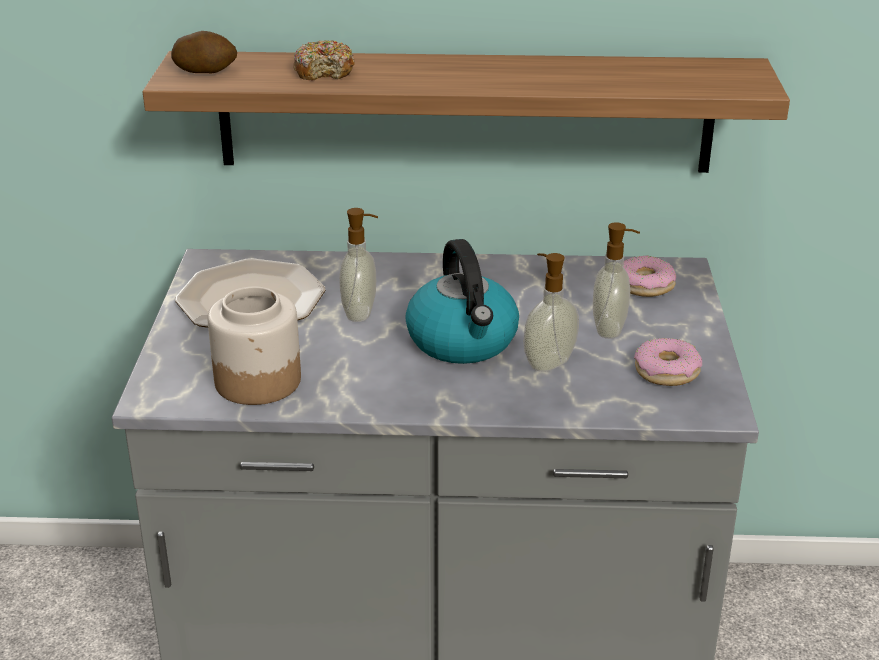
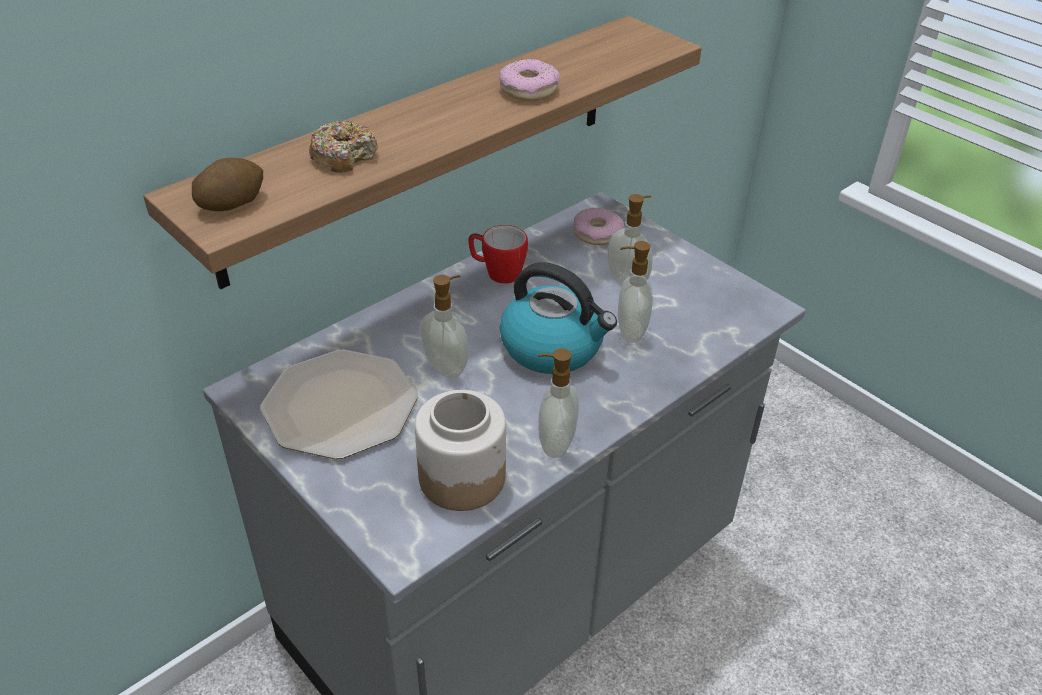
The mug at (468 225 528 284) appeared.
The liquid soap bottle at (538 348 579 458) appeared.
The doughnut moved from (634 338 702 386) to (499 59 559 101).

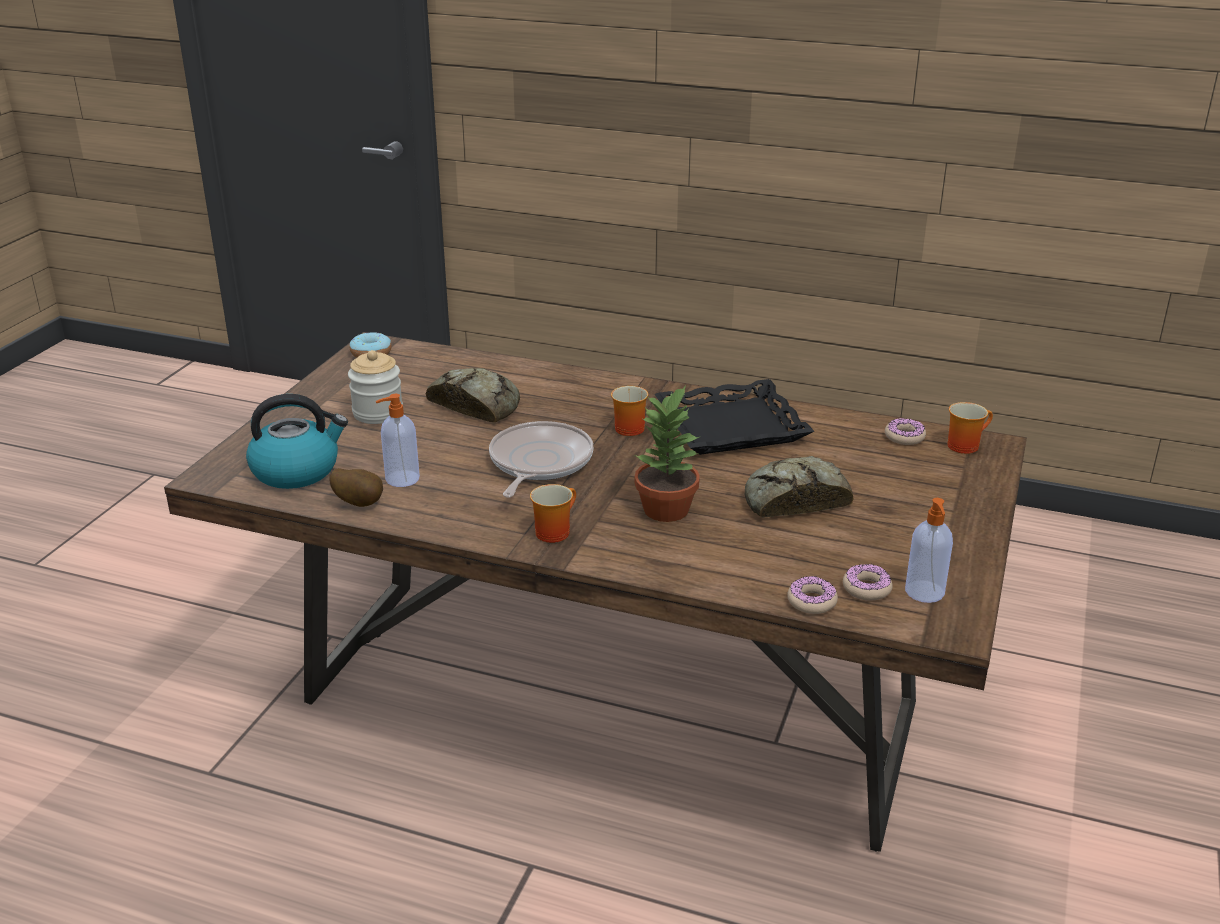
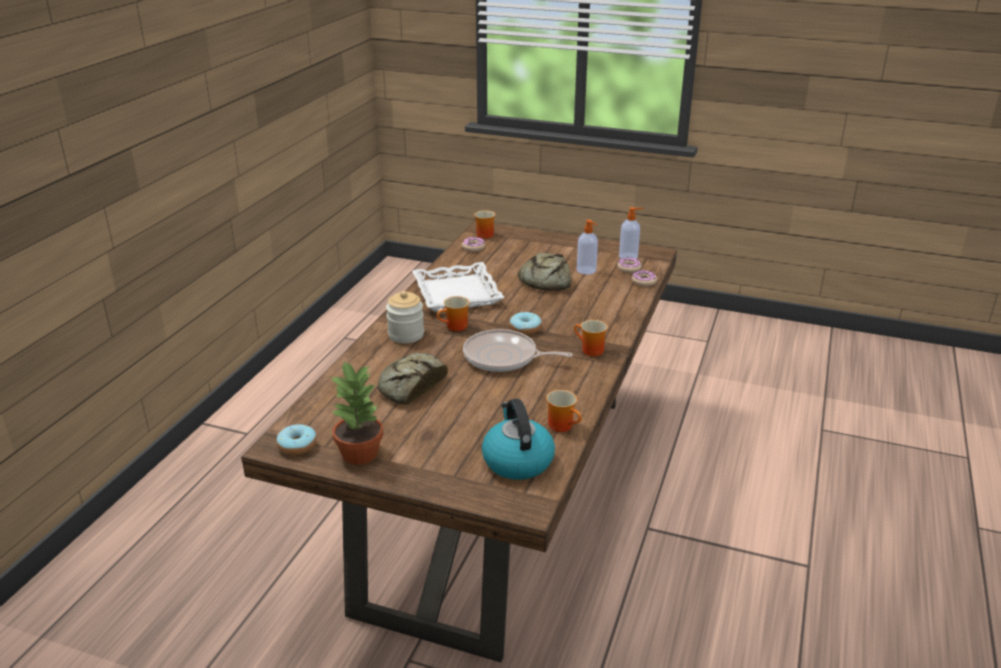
The doughnut at (510 312 542 335) appeared.
The jar moved from (348 350 403 424) to (386 291 424 343).
The liquid soap bottle moved from (376 394 420 487) to (577 220 598 274).
The plant in a pot moved from (634 385 700 522) to (331 361 383 465).
The spud at (329 468 383 507) was replaced by the mug at (546 390 582 432).
The carrying tray (black) at (655 379 814 455) became the carrying tray (white-coloured) at (412 262 504 312).

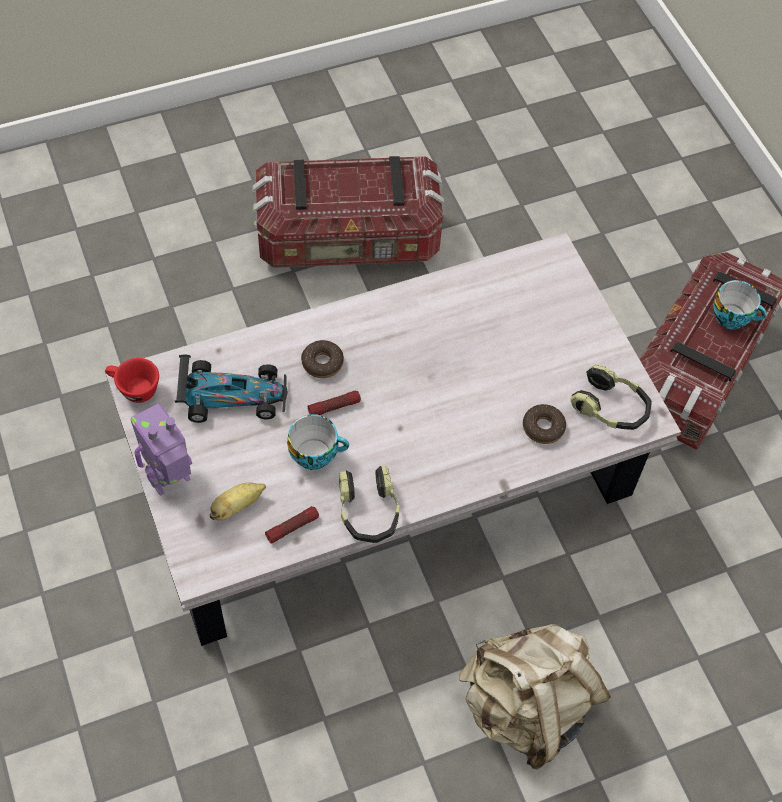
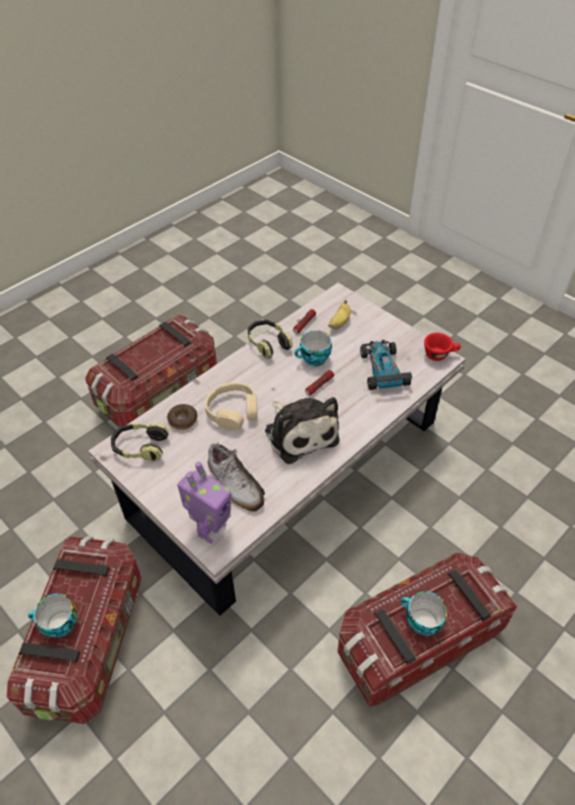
The doughnut at (301 340 344 378) disappeared.
The headphones (beige) at (205 382 257 431) appeared.
The shoe at (207 442 265 511) appeared.
The soft toy at (265 397 339 464) appeared.
The cup at (401 591 447 635) appeared.
The model robot moved from (131 404 192 496) to (177 462 231 544).
The backpack (beige) at (459 624 611 769) was replaced by the storage box at (85 315 217 428).
The toy car at (175 354 288 423) turned 105 degrees clockwise.

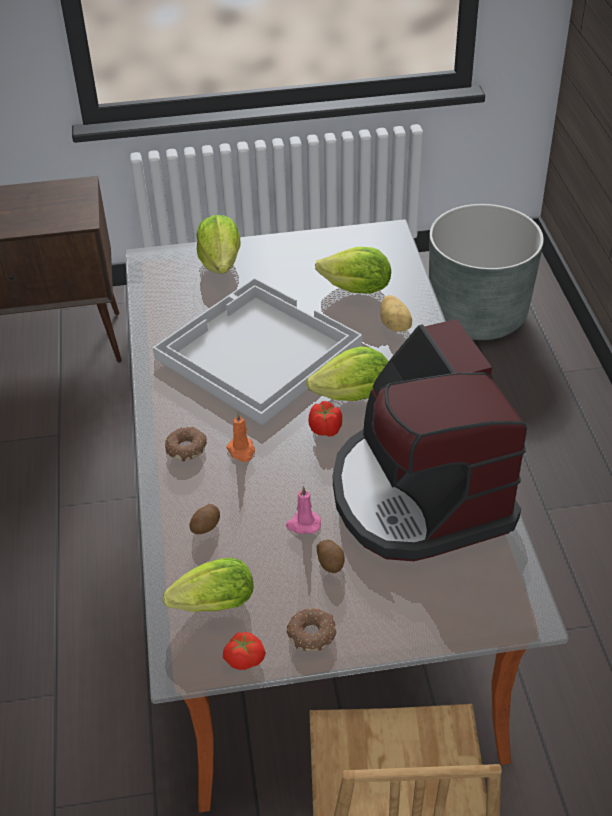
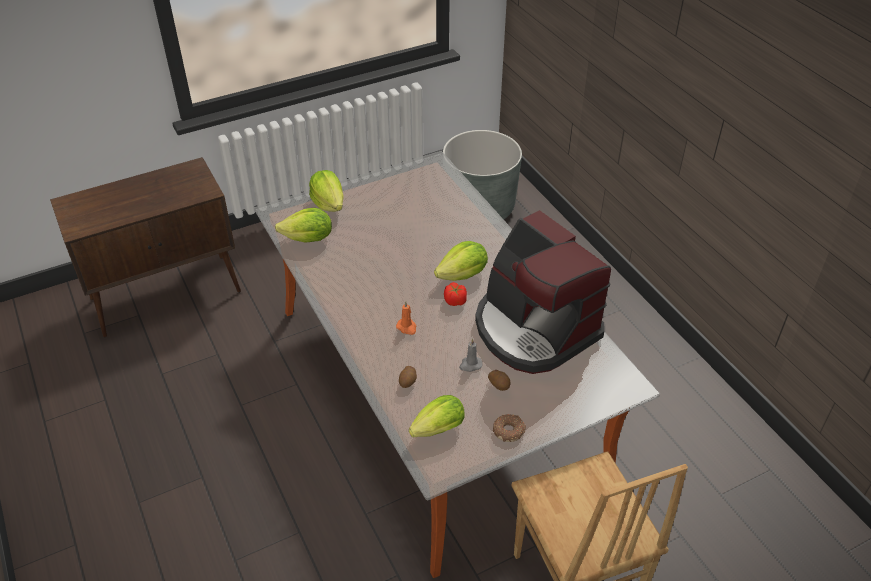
The carrying tray (white-coloured) at (153 277 362 425) disappeared.
The doughnut at (165 427 207 461) disappeared.
The tomato at (223 632 266 670) disappeared.
The spud at (380 295 412 332) disappeared.
The lettuce moved from (315 247 391 294) to (275 208 332 243).
The candle (pink) at (286 486 321 534) became the candle (grey) at (459 338 482 372).

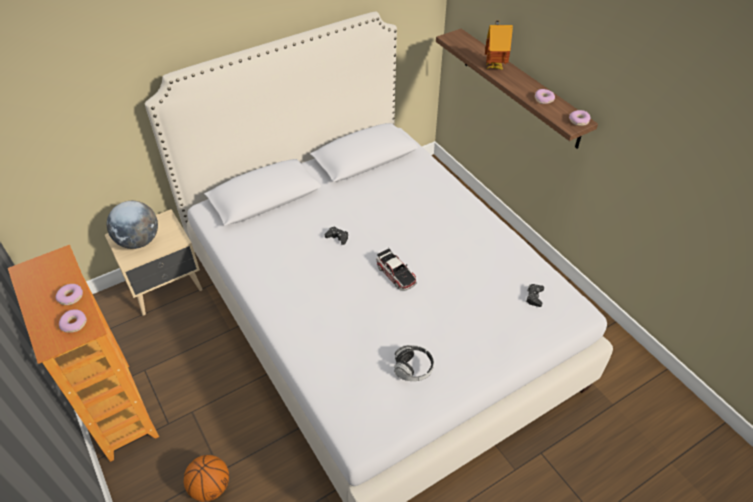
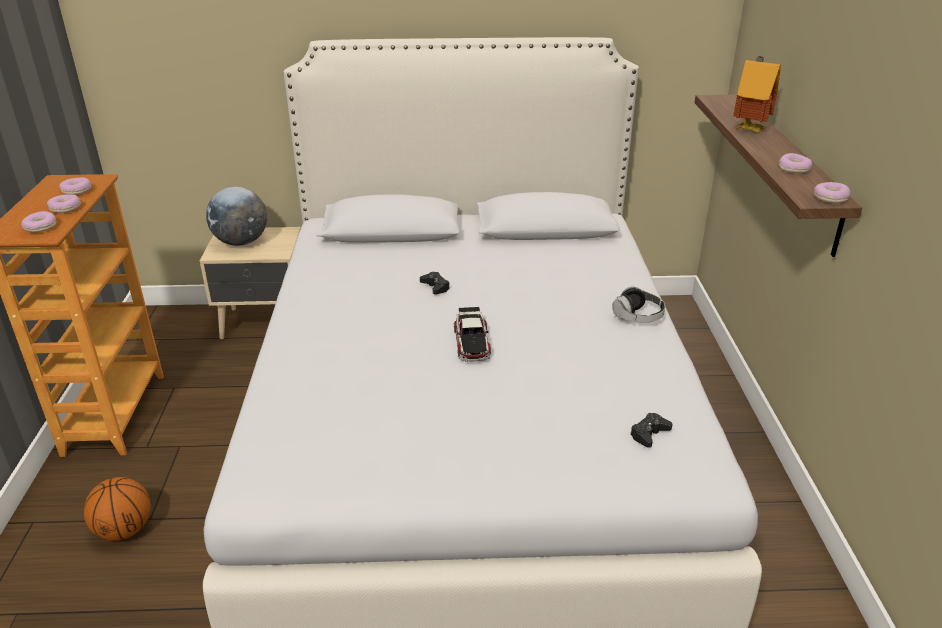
The doughnut at (59 178 91 195) appeared.
The headphones moved from (394 345 434 381) to (612 287 665 323).

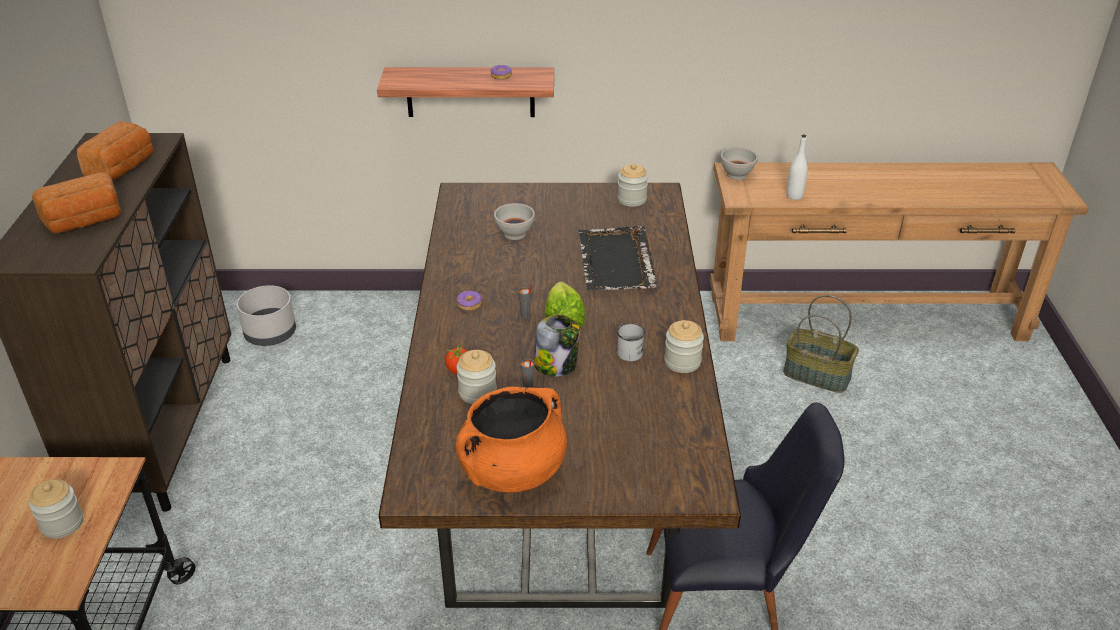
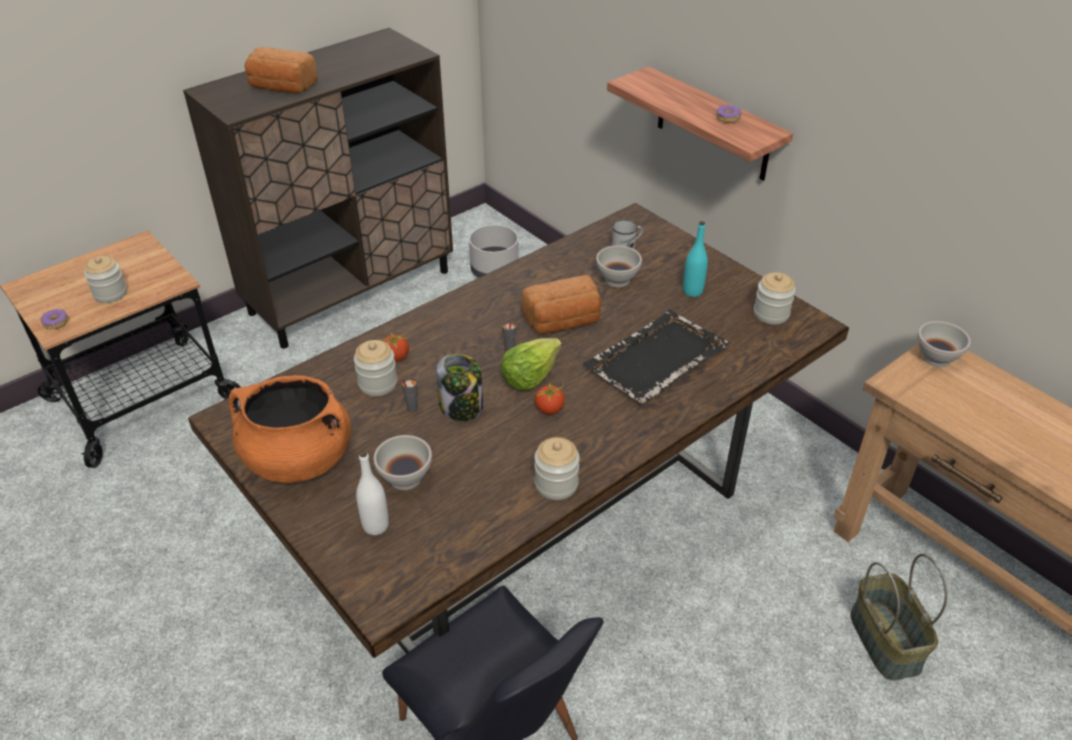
The serving bowl (white-coloured) at (374 435 432 490) appeared.
The tomato at (535 382 566 415) appeared.
The bottle (blue-green) at (683 221 708 297) appeared.
The bakery bread moved from (77 121 154 180) to (521 275 602 334).
The doughnut moved from (457 291 482 311) to (41 309 68 329).
The mug (white-coloured) moved from (617 323 645 361) to (612 220 643 249).
The bottle (white-coloured) moved from (786 135 808 200) to (356 451 389 535).

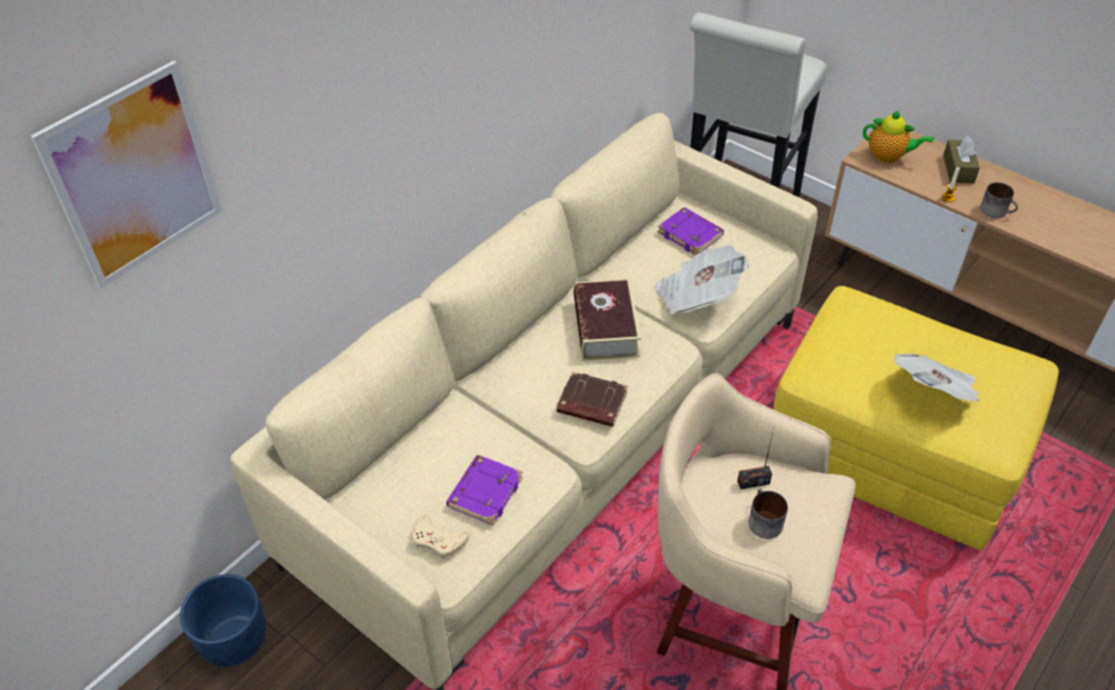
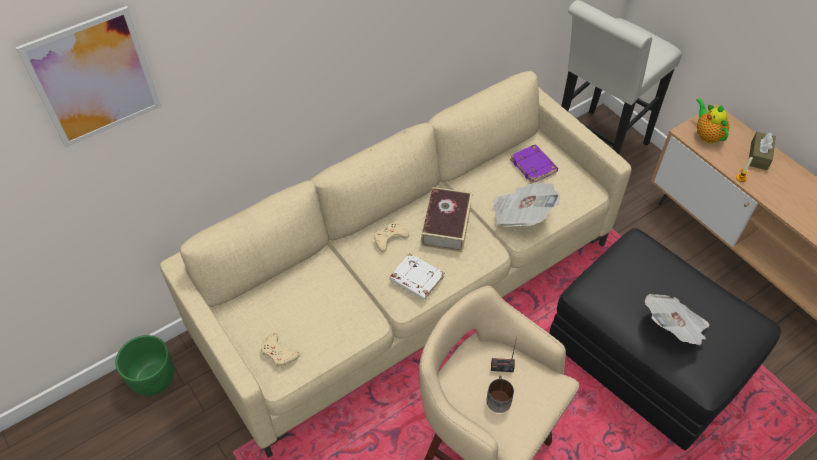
The bound book (purplish) at (446 455 523 526) disappeared.
The mug at (980 182 1018 218) disappeared.
The gamepad (beige) at (374 223 409 252) appeared.
The plant pot (blue-coloured) at (180 574 266 667) became the plant pot (green) at (115 335 175 396).
The bound book (brown) at (557 372 628 427) became the bound book (white-coloured) at (390 253 444 300).
The footrest (yellowish) at (774 286 1059 551) became the footrest (black) at (549 228 781 450).
The tea pot at (863 111 934 163) turned 150 degrees counterclockwise.

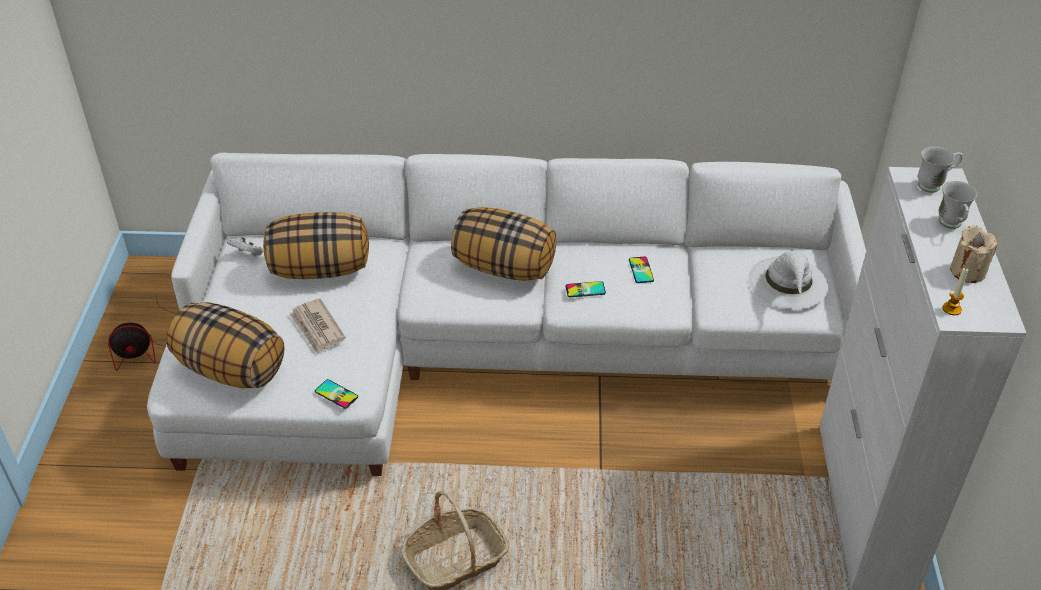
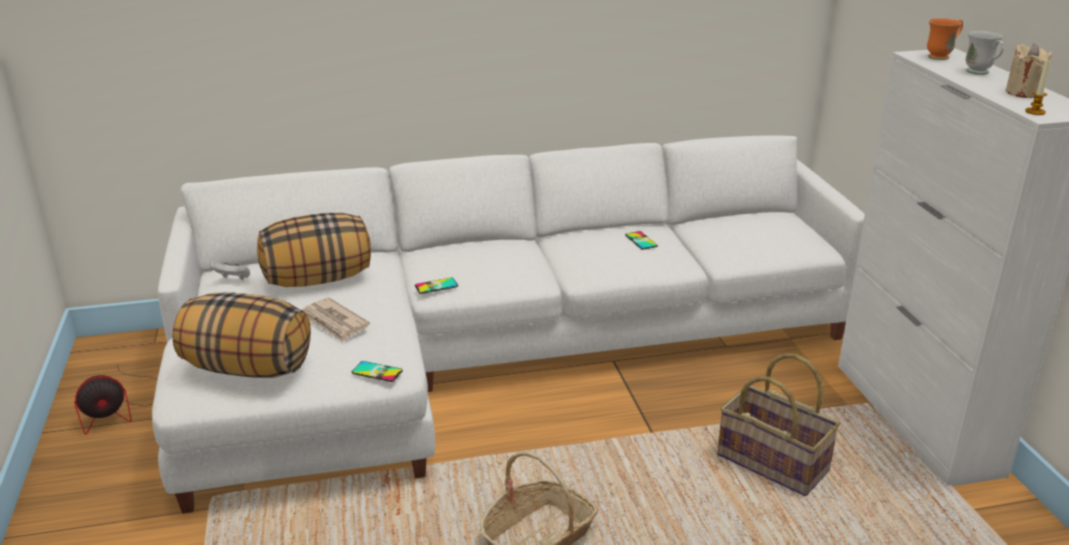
The cushion at (451 207 556 281) disappeared.
The clothing hat (white-coloured) at (748 251 828 309) disappeared.
The storage basket at (717 353 840 496) appeared.
The telephone moved from (565 281 606 297) to (415 277 458 294).
The mug (white-coloured) at (918 146 963 193) became the mug (orange) at (927 18 963 60).

